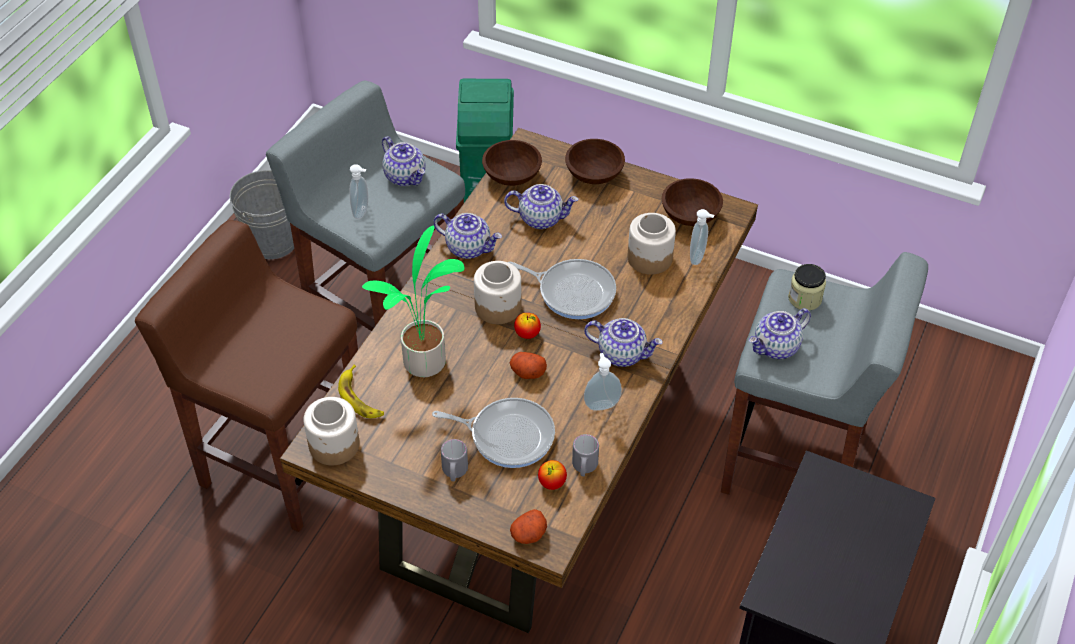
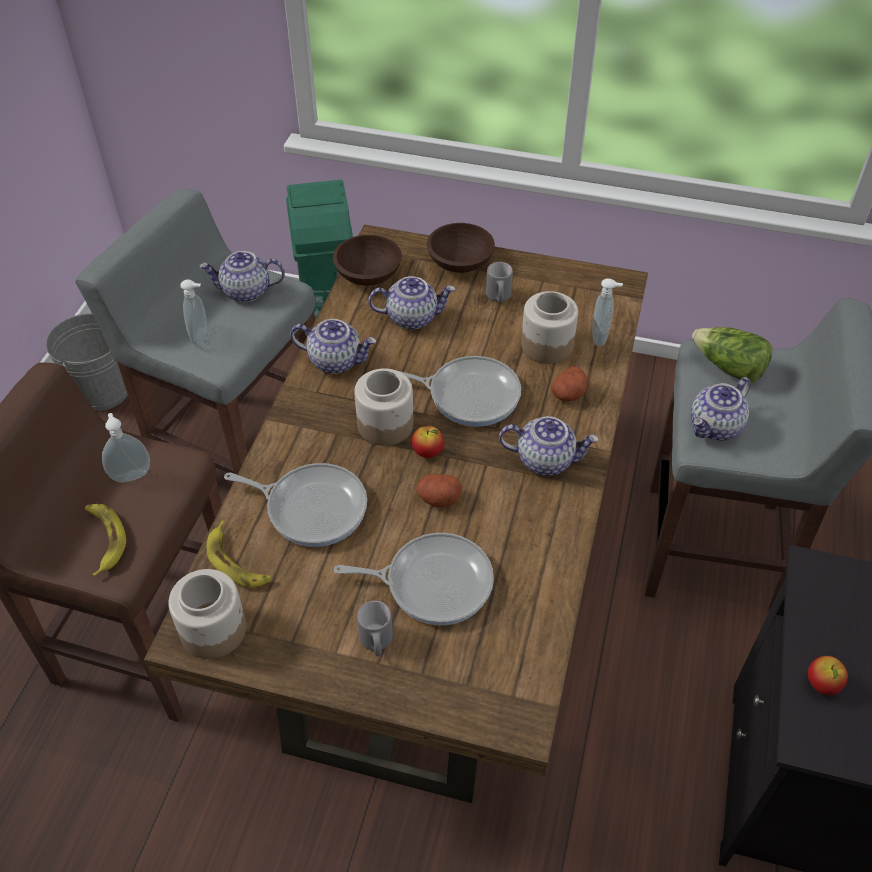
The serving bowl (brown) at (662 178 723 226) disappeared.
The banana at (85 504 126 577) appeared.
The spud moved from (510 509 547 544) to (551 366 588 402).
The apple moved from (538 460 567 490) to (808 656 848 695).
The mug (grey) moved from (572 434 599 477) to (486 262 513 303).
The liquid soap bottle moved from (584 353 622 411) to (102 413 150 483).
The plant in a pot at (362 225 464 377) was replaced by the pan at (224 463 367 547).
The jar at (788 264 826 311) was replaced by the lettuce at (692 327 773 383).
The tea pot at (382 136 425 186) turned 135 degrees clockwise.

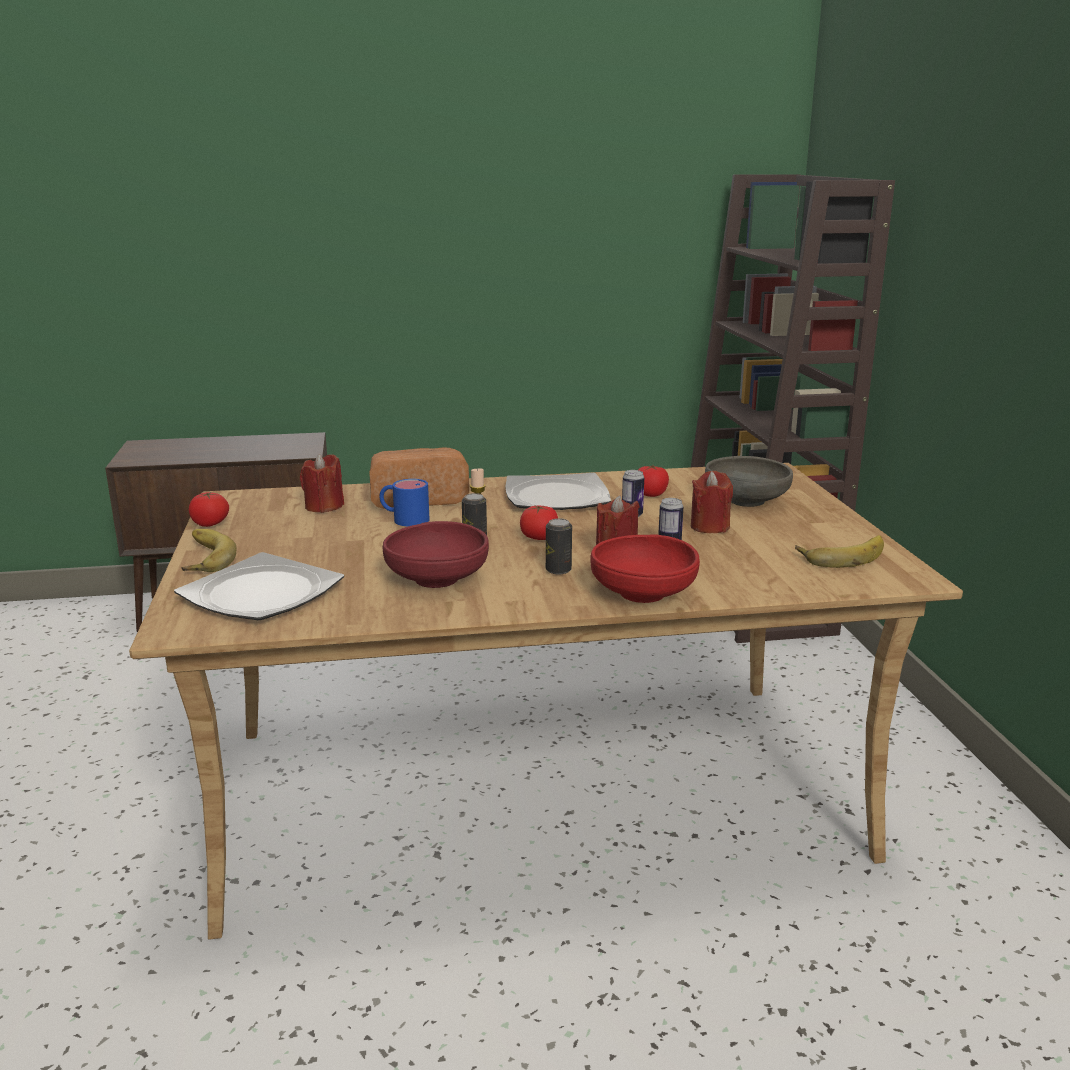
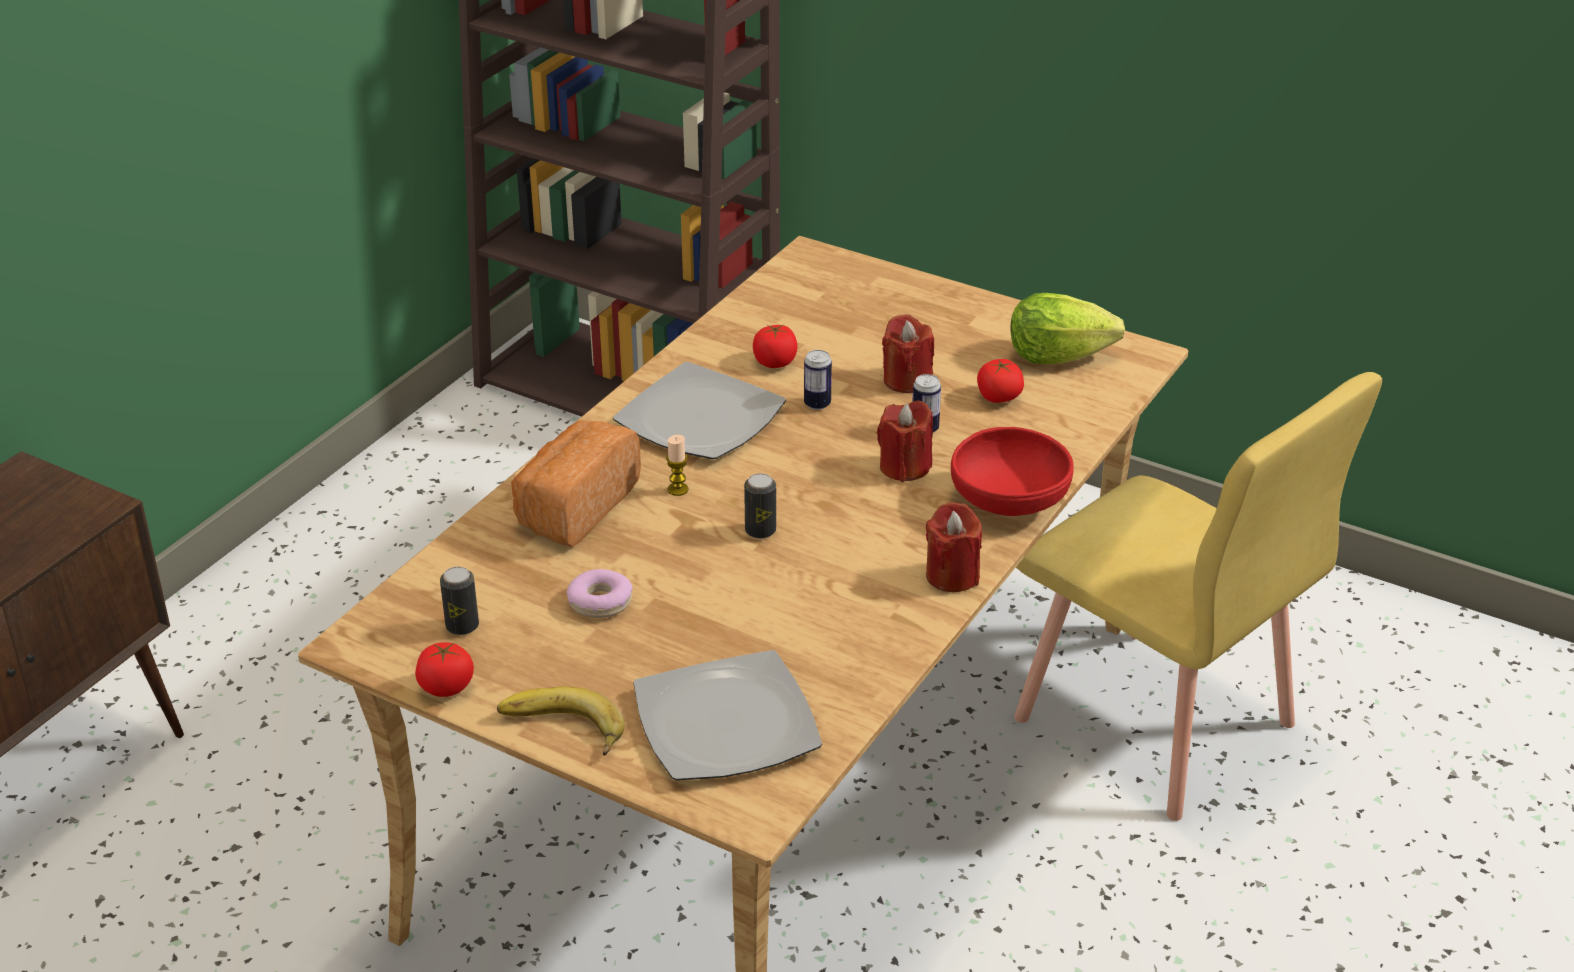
The mug (blue-coloured) at (379 479 430 526) disappeared.
The serving bowl (reddish) at (382 521 489 588) disappeared.
The serving bowl (grey) at (705 456 793 507) disappeared.
The doughnut at (567 569 633 618) appeared.
The upright chair (yellowish) at (1014 372 1382 821) appeared.
The candle (reddish) moved from (300 453 344 513) to (926 502 982 592).
The tomato moved from (520 505 558 540) to (977 359 1024 403).
The metal can moved from (546 518 572 574) to (440 567 479 635).
The banana at (795 535 884 568) was replaced by the lettuce at (1011 293 1125 364).

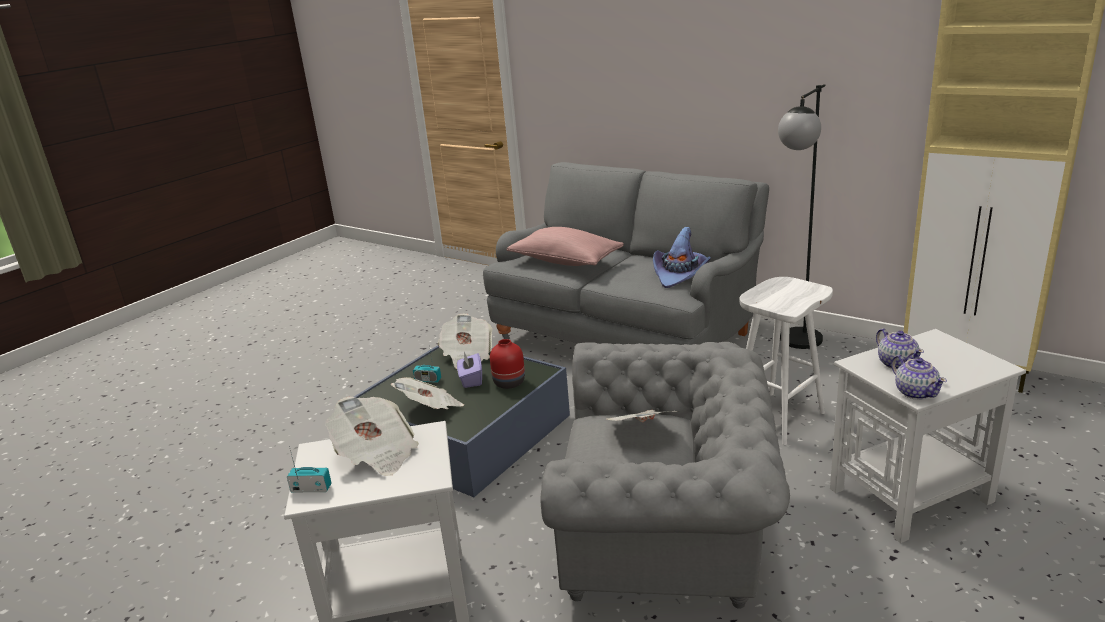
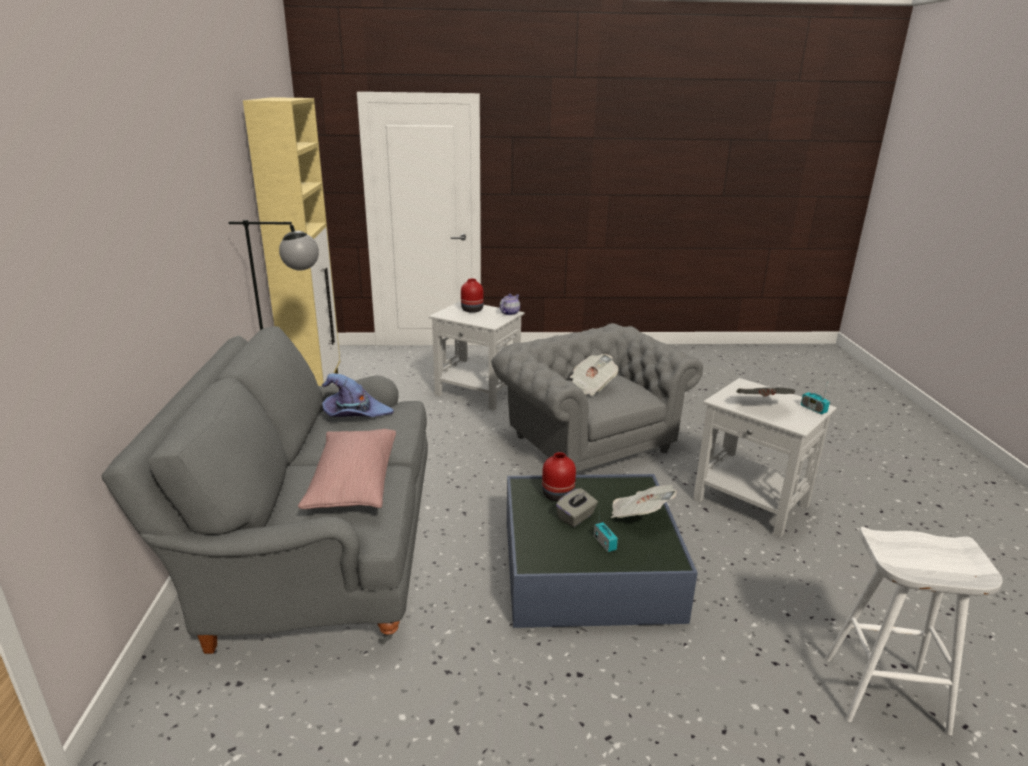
The daily paper at (438 313 493 369) disappeared.
The tea pot at (876 328 924 370) disappeared.
The vase (reddish) at (461 279 484 313) appeared.
The stool seat (white-coloured) moved from (739 277 833 445) to (825 527 1003 735).
The box of tissues (purplish) at (457 352 482 388) became the box of tissues (grey) at (556 488 598 527).

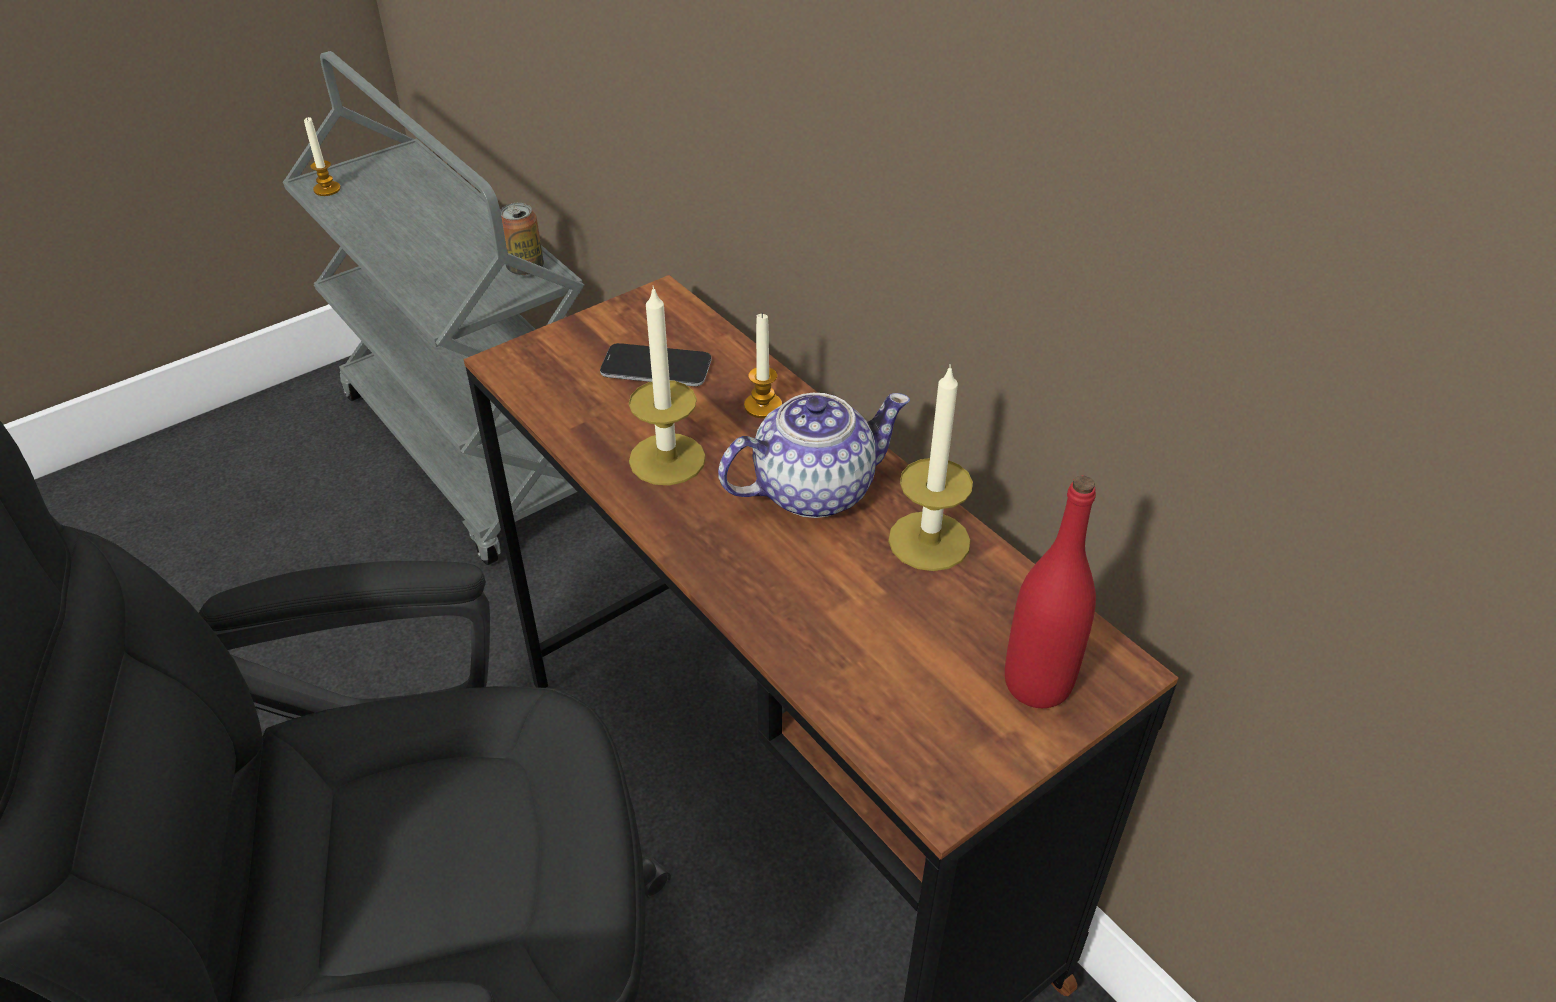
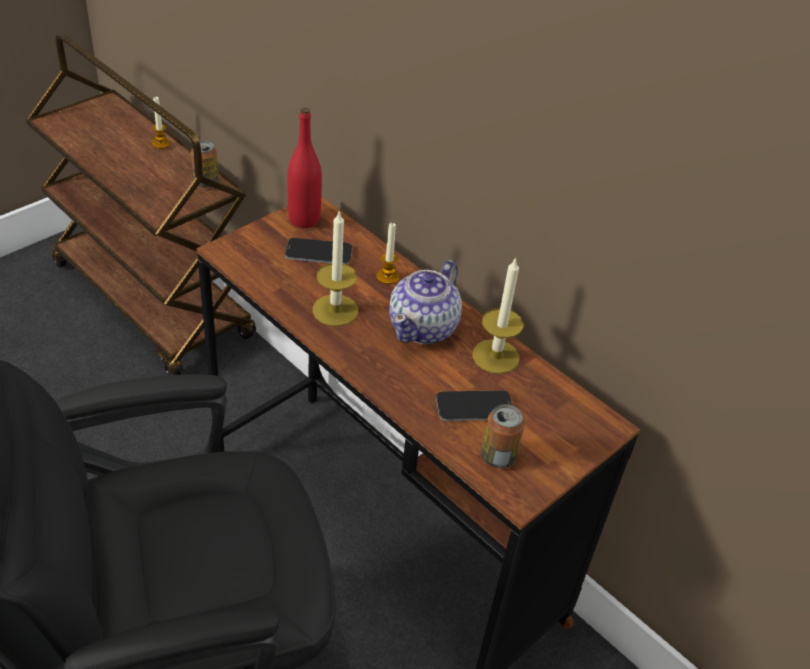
The telephone at (436 390 512 421) appeared.
The metal can at (481 404 525 468) appeared.
The candle moved from (304 117 341 196) to (152 97 170 149).
The bottle (reddish) moved from (1005 475 1096 708) to (287 108 322 228).
The trolley (grey) at (283 51 584 565) became the trolley (brown) at (25 33 256 375).
The tea pot at (718 393 910 518) turned 150 degrees clockwise.

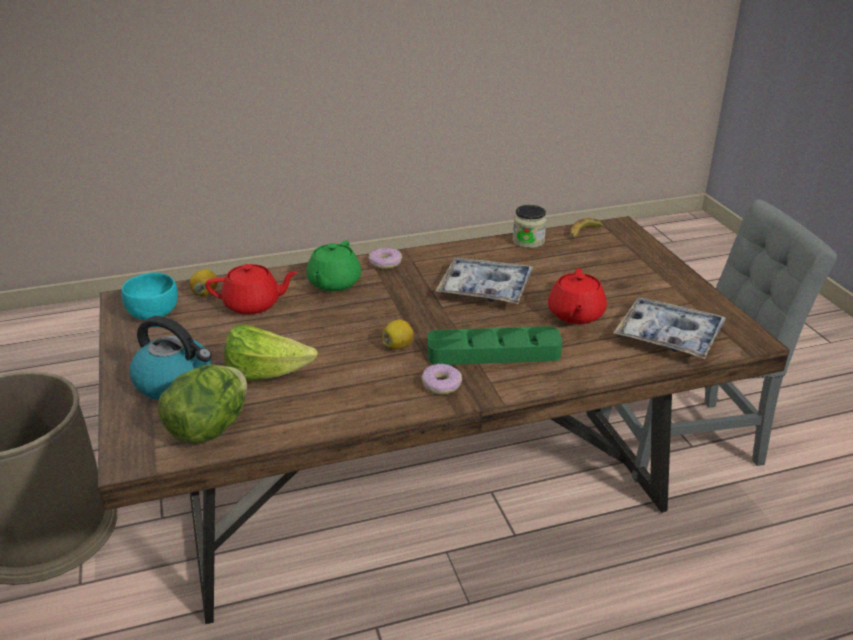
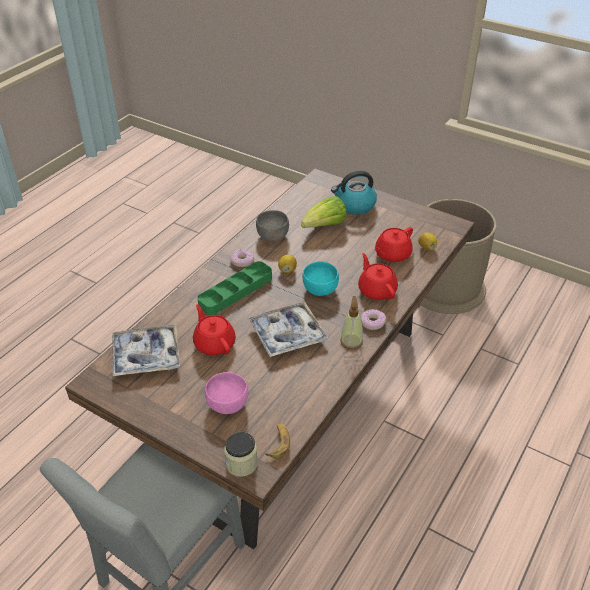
The lettuce at (158 364 247 444) disappeared.
The serving bowl (pink) at (205 372 248 414) appeared.
The serving bowl (grey) at (256 210 289 241) appeared.
The liquid soap bottle at (340 296 363 350) appeared.
The serving bowl (blue-green) moved from (121 273 178 320) to (302 261 339 296).
The jar moved from (513 205 547 249) to (224 432 258 477).
The tea pot (green) at (307 240 361 292) became the tea pot (reddish) at (358 253 398 300).

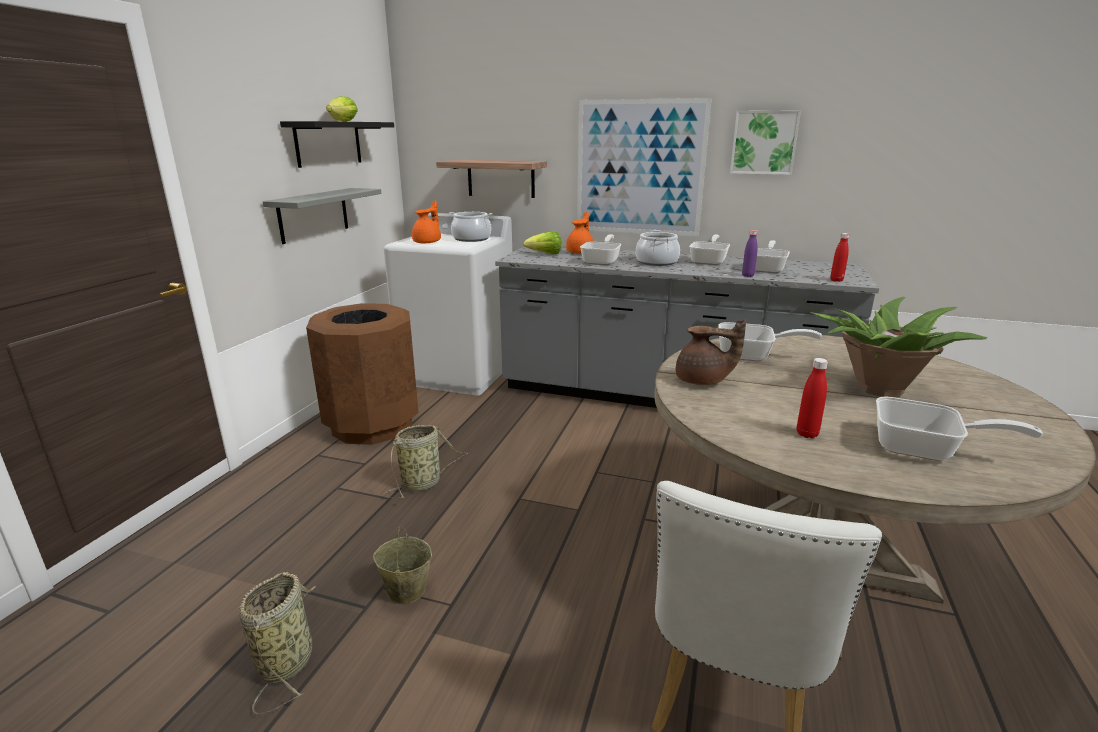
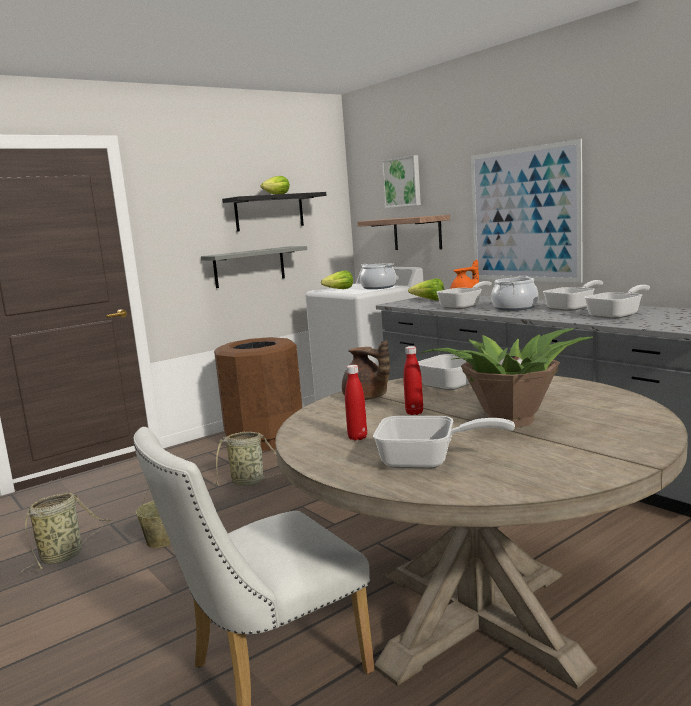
The bottle (purplish) at (742 230 758 277) disappeared.
The wall art moved from (730 110 801 175) to (382 155 421 208).
The bottle (reddish) moved from (830 233 849 282) to (403 346 423 415).
The tea pot (orange) at (412 201 441 243) was replaced by the lettuce at (321 270 353 289).
The pan at (876 397 1043 461) turned 45 degrees counterclockwise.

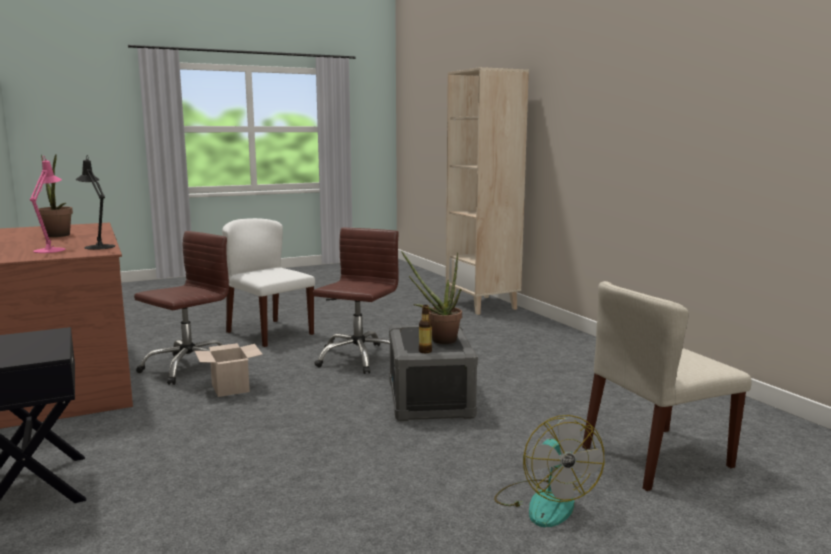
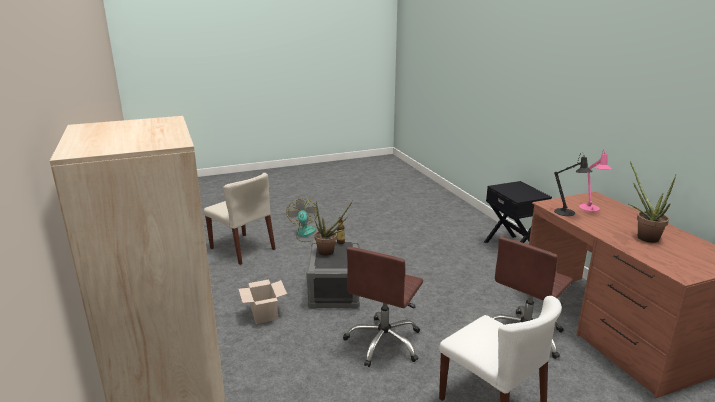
The cardboard box moved from (195 343 263 397) to (239 280 287 324).
The upright chair (beige) at (582 281 752 491) turned 60 degrees clockwise.

